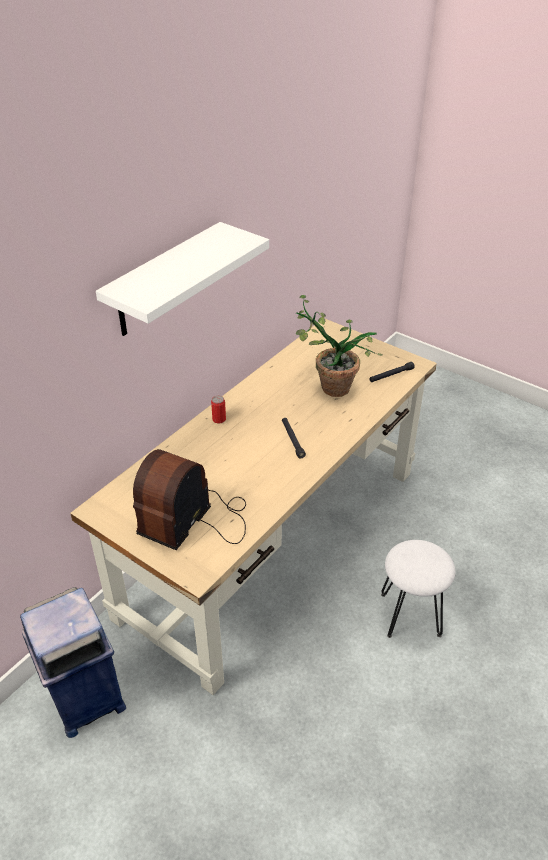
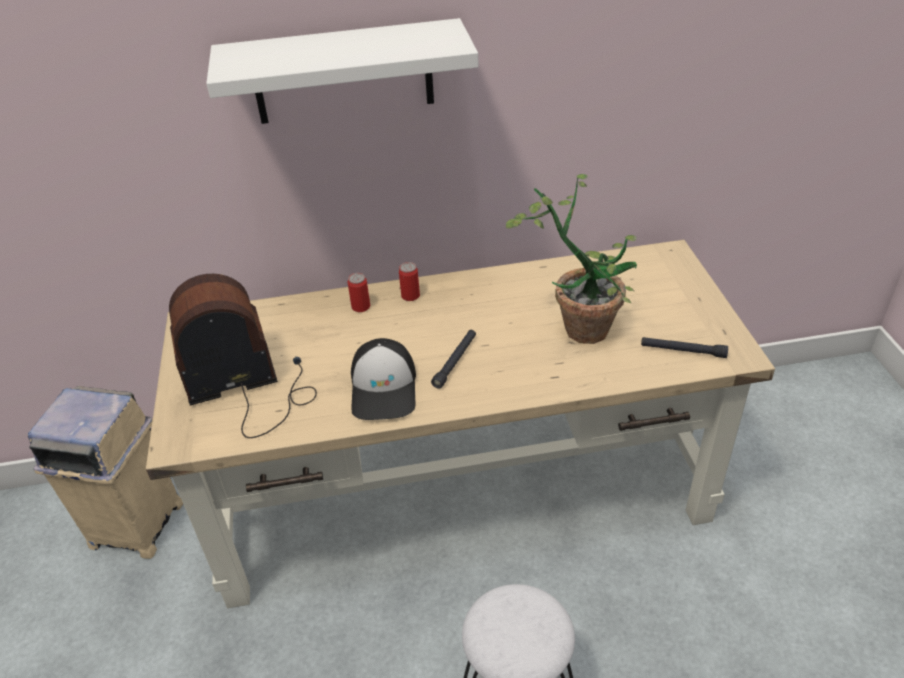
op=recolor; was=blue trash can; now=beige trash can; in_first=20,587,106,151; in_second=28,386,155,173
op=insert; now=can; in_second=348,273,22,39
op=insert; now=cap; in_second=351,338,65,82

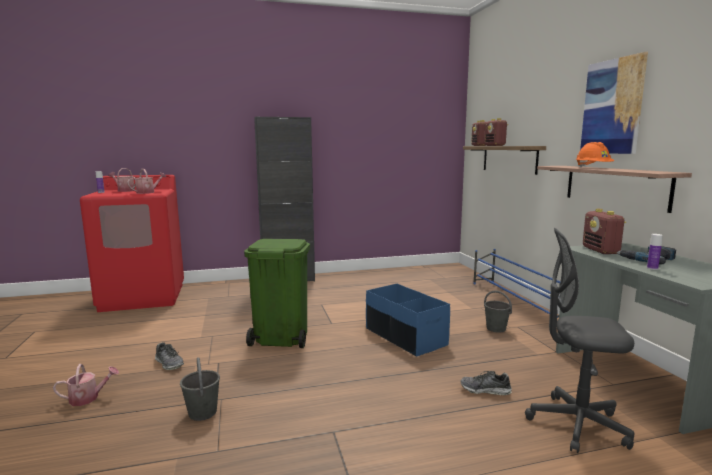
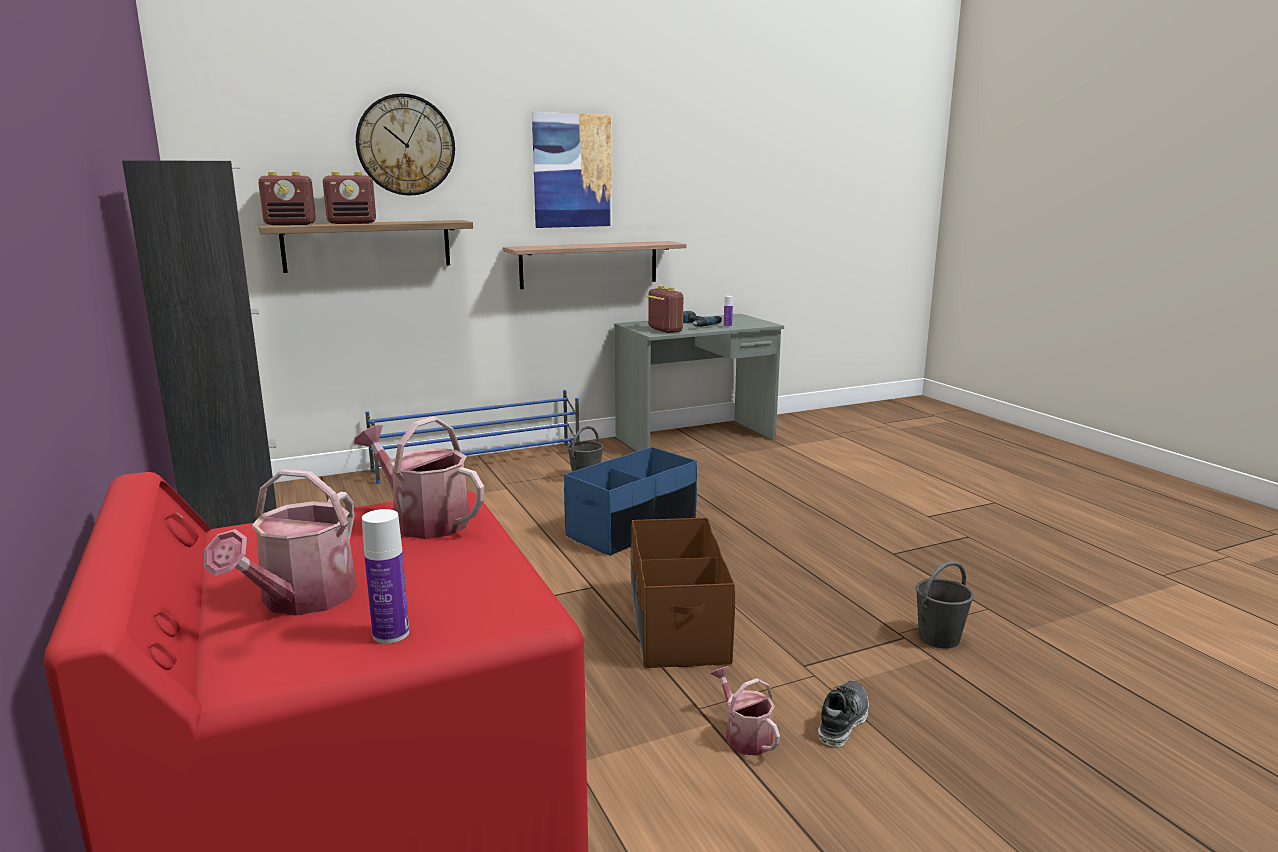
op=delete; was=orange hard hat; in_first=576,142,39,25
op=rotate; was=radio; in_first=583,209,43,45; in_second=646,286,37,47; clockwise=-105
op=delete; was=grey office chair; in_first=525,228,109,225
op=replace; was=green trash can; now=brown storage box; in_first=244,239,66,109; in_second=631,518,104,150
op=move; was=watering can; in_first=53,364,66,42; in_second=711,666,69,90
op=delete; was=shoe; in_first=460,371,52,24
op=insert; now=wall clock; in_second=356,94,99,102

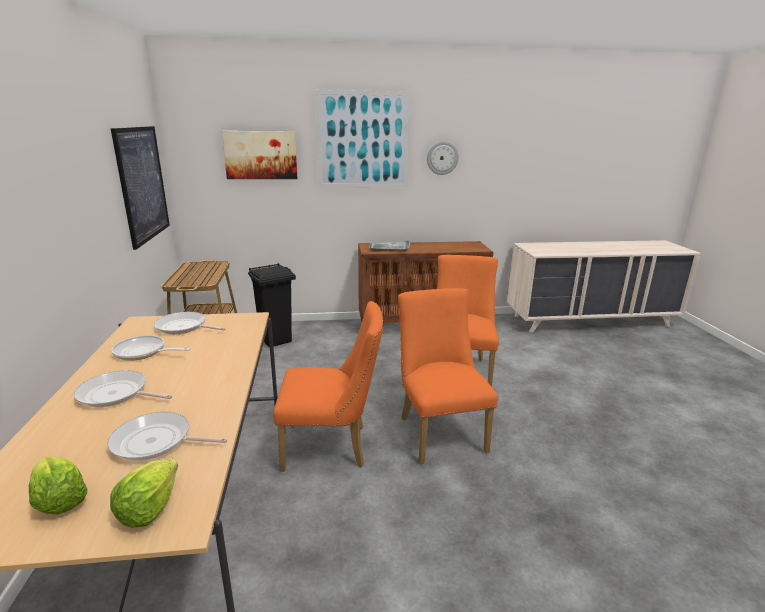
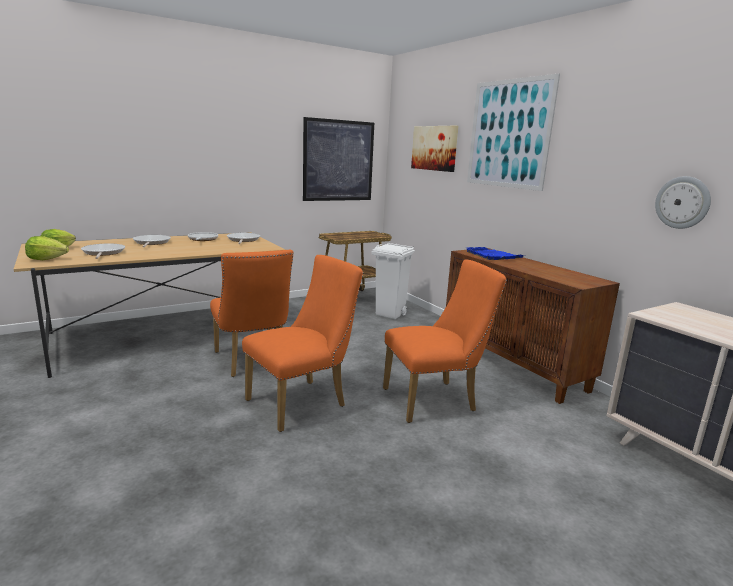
op=move; was=wall clock; in_first=427,141,32,34; in_second=655,176,56,53
op=recolor; was=grey tray; now=blue tray; in_first=369,240,41,12; in_second=466,247,58,13
op=recolor; was=black trash can; now=white trash can; in_first=248,263,48,85; in_second=372,243,43,76

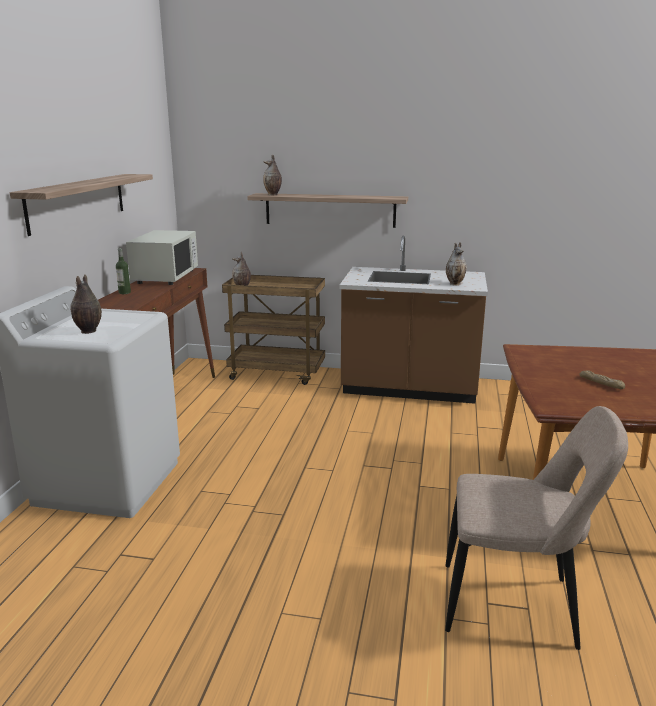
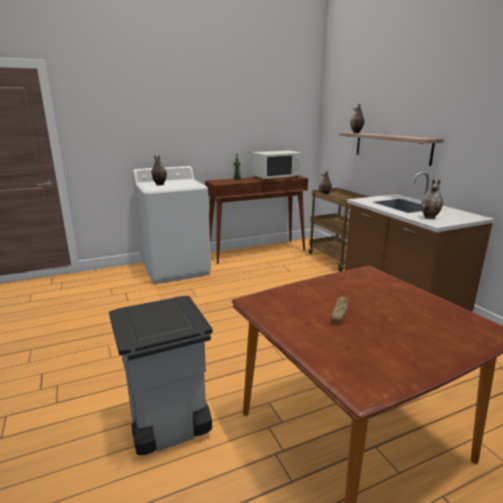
op=delete; was=shelf; in_first=10,174,143,62
op=replace; was=beige chair; now=grey trash can; in_first=445,406,183,244; in_second=109,296,103,159

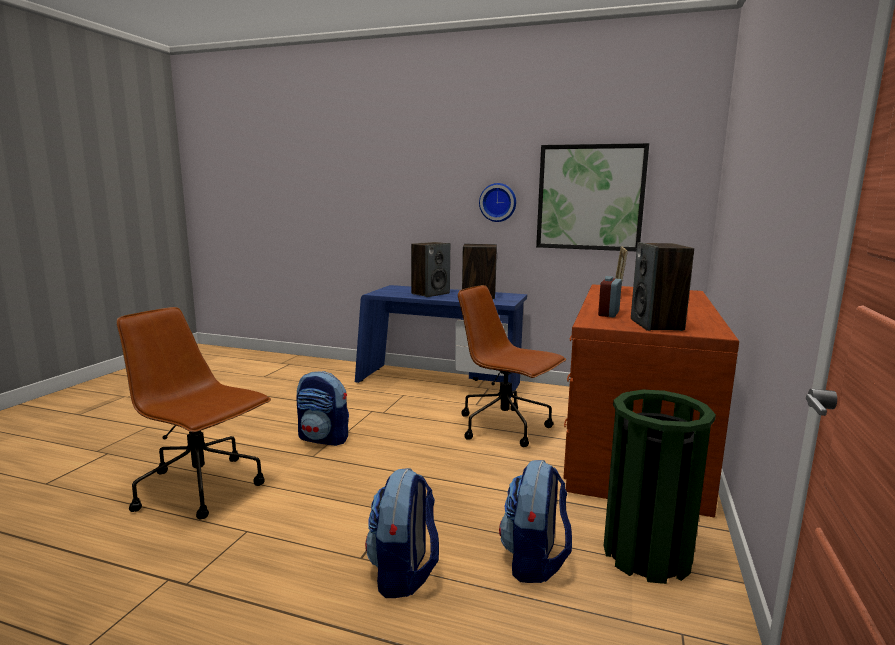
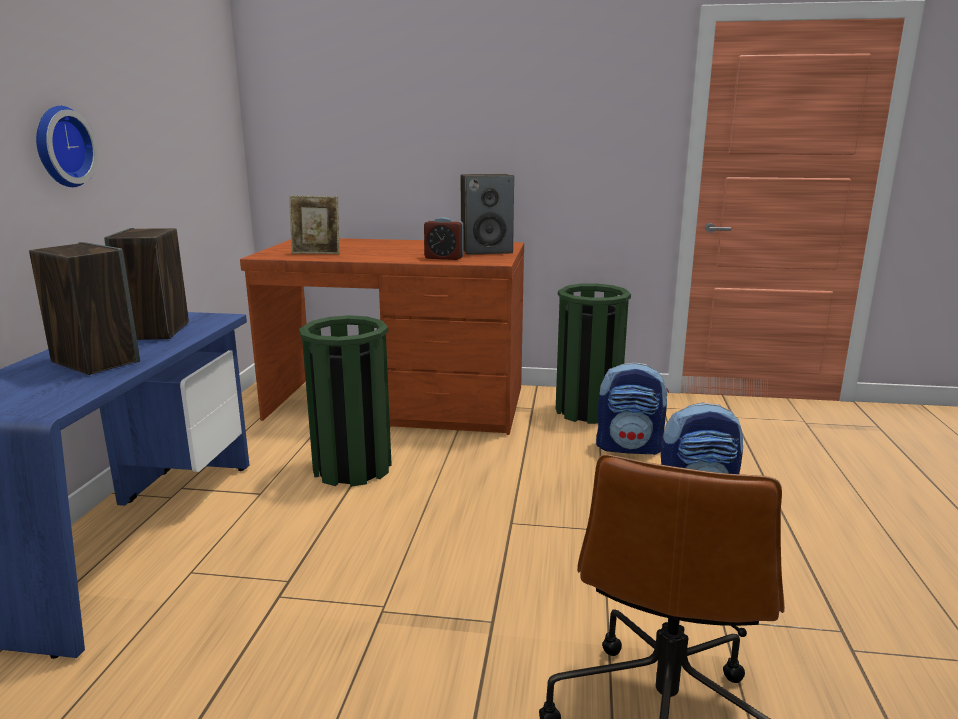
op=delete; was=picture; in_first=536,143,113,108
op=replace; was=brown office chair; now=green trash can; in_first=458,285,108,162; in_second=299,315,93,172
op=delete; was=backpack; in_first=296,371,53,75

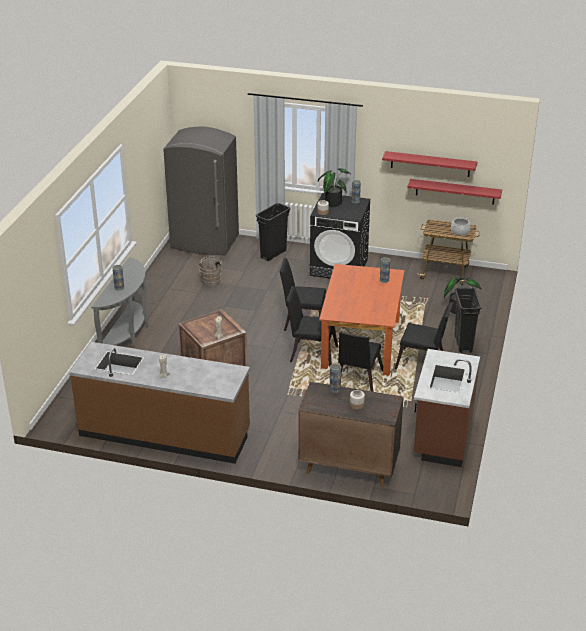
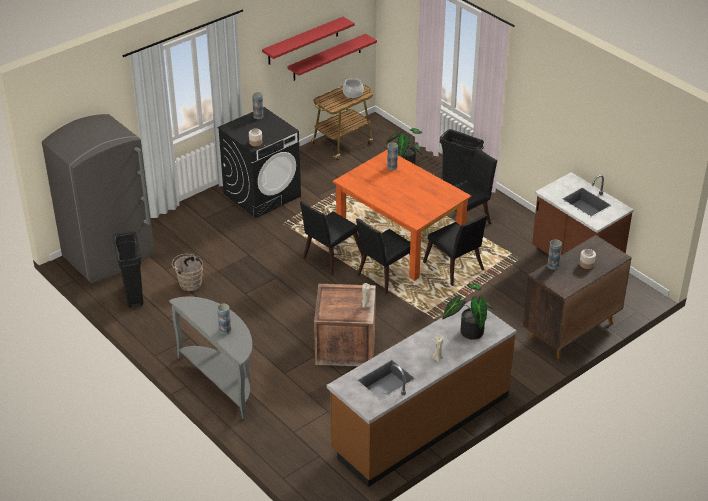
op=move; was=potted plant; in_first=318,168,33,39; in_second=443,284,51,56
op=move; was=black trash can; in_first=256,203,34,58; in_second=112,231,31,77

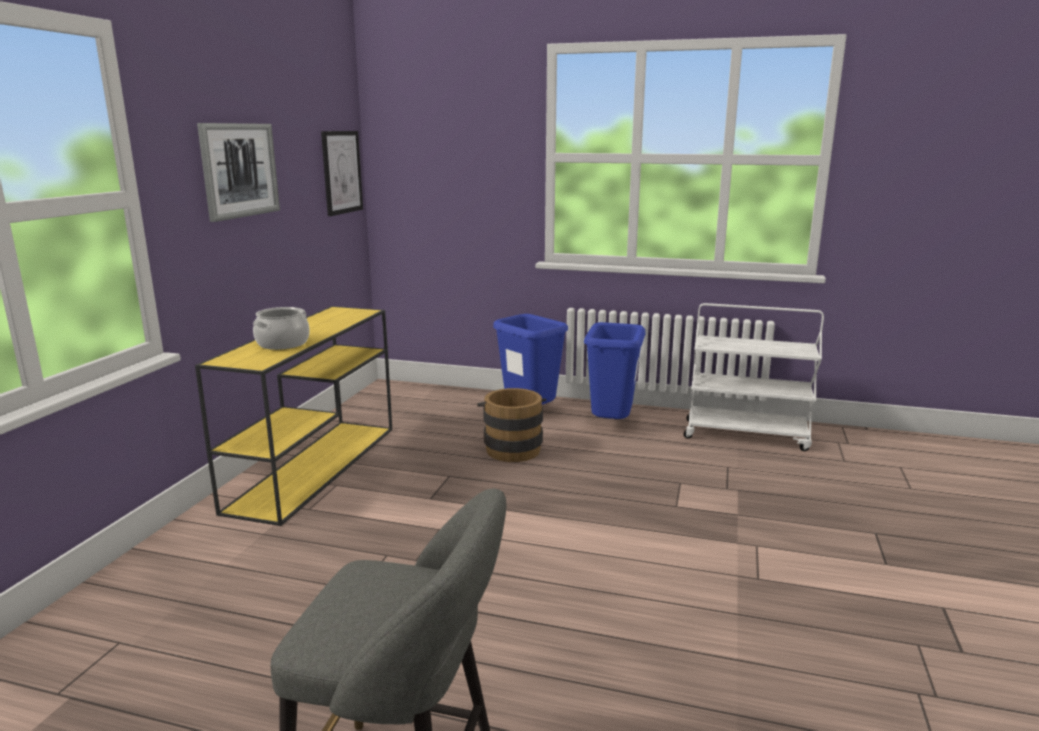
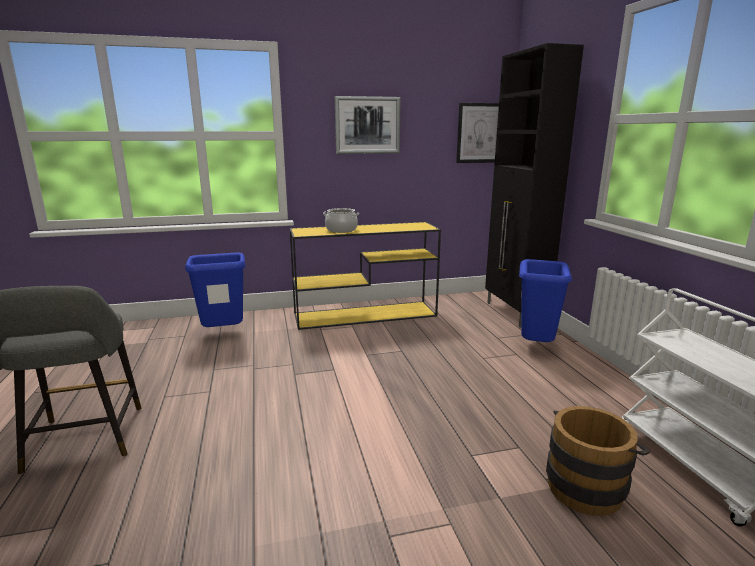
op=move; was=blue trash can; in_first=584,322,62,97; in_second=185,252,60,75
op=move; was=brown bucket; in_first=477,388,70,74; in_second=546,406,104,110
op=insert; now=black cabinet; in_second=485,43,99,285

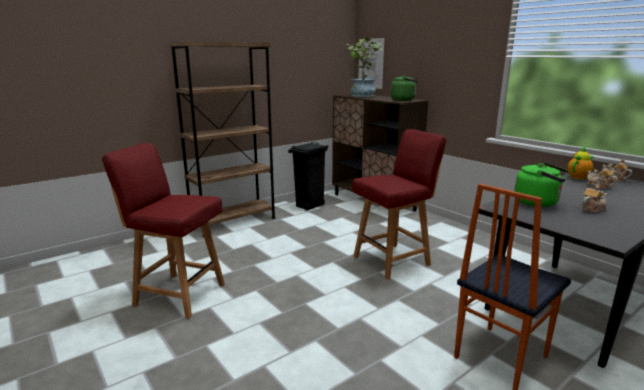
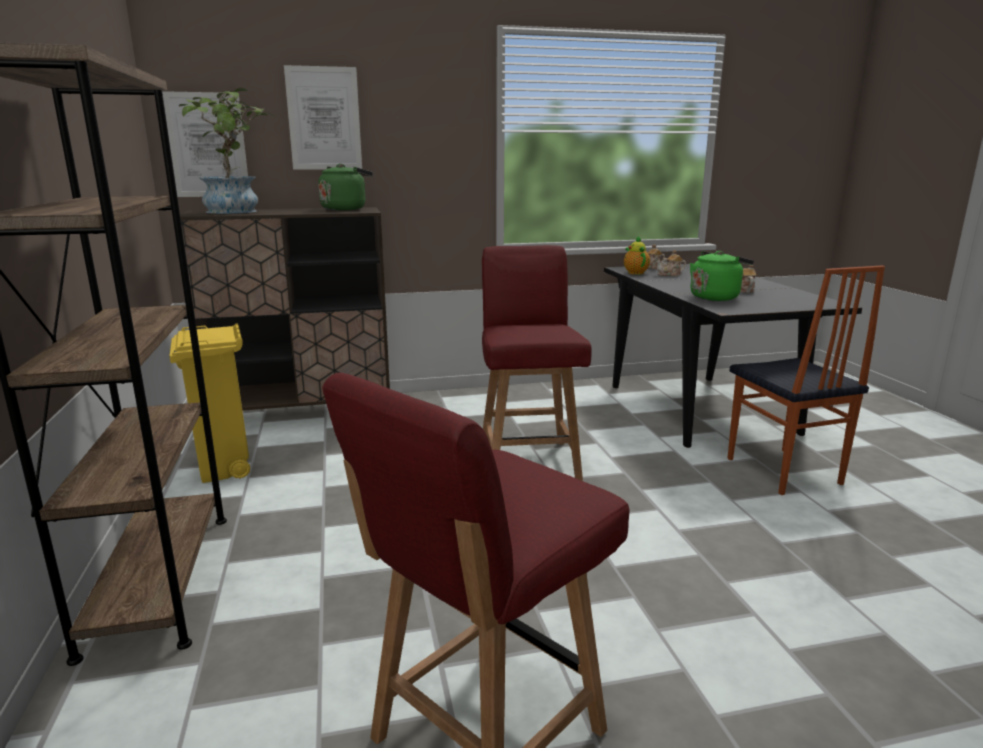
op=recolor; was=black trash can; now=yellow trash can; in_first=288,142,40,69; in_second=169,323,81,160
op=insert; now=picture; in_second=284,65,78,105

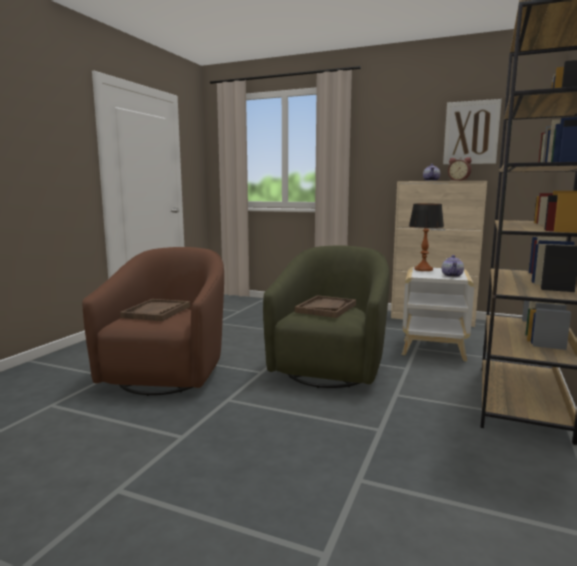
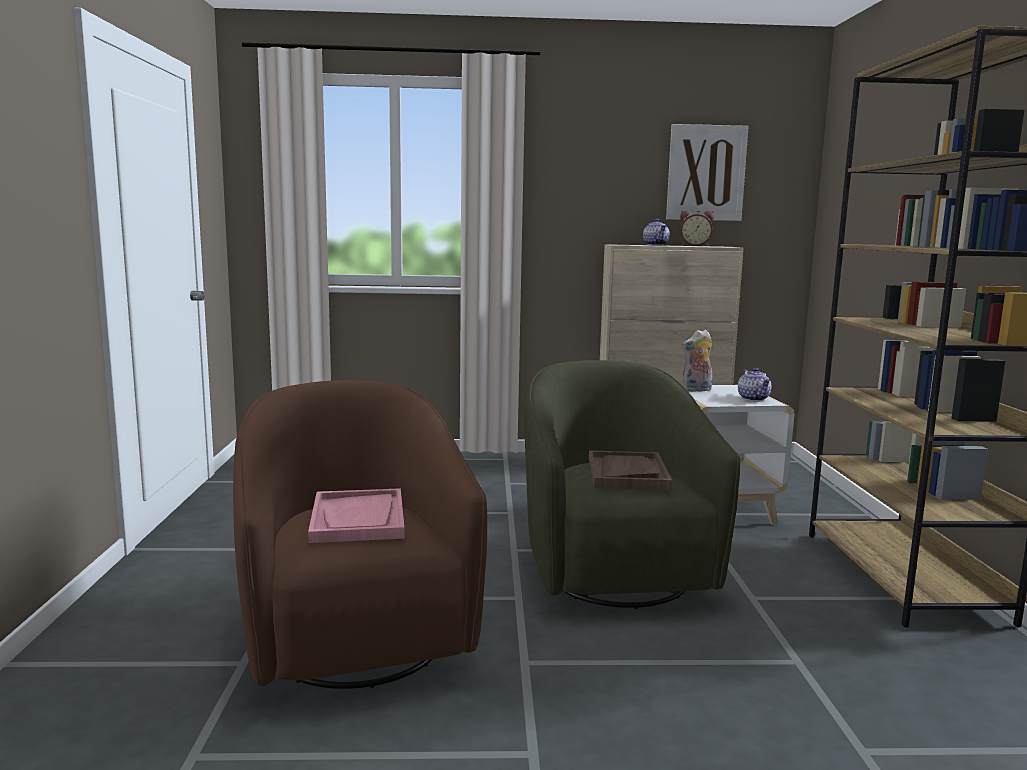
op=replace; was=table lamp; now=plush toy; in_first=409,203,35,68; in_second=682,329,30,63
op=recolor; was=brown tray; now=pink tray; in_first=120,299,70,22; in_second=308,488,97,55

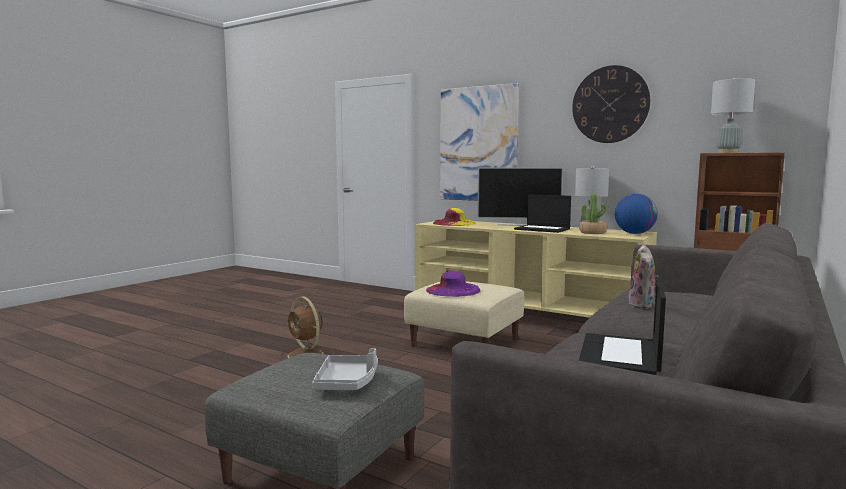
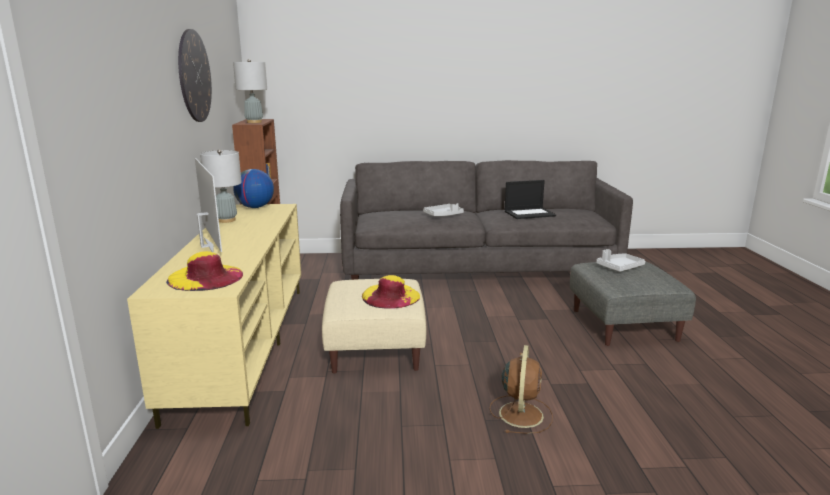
op=delete; was=picture; in_first=440,83,79,118
op=delete; was=potted plant; in_first=580,193,27,41
op=delete; was=laptop; in_first=514,195,57,38
op=replace; was=plush toy; now=grey tray; in_first=629,245,29,64; in_second=423,203,41,13
op=recolor; was=purple hat; now=yellow hat; in_first=426,271,54,26; in_second=362,275,58,34

